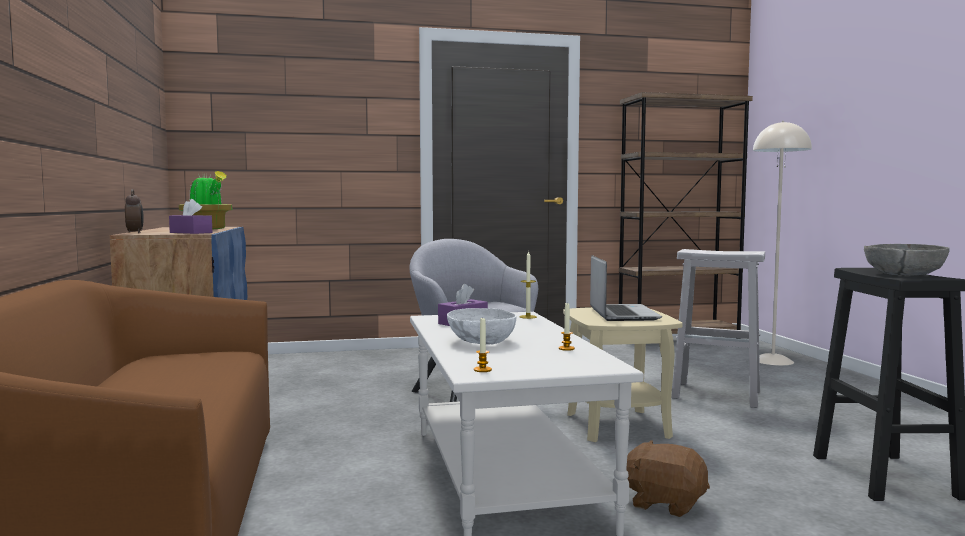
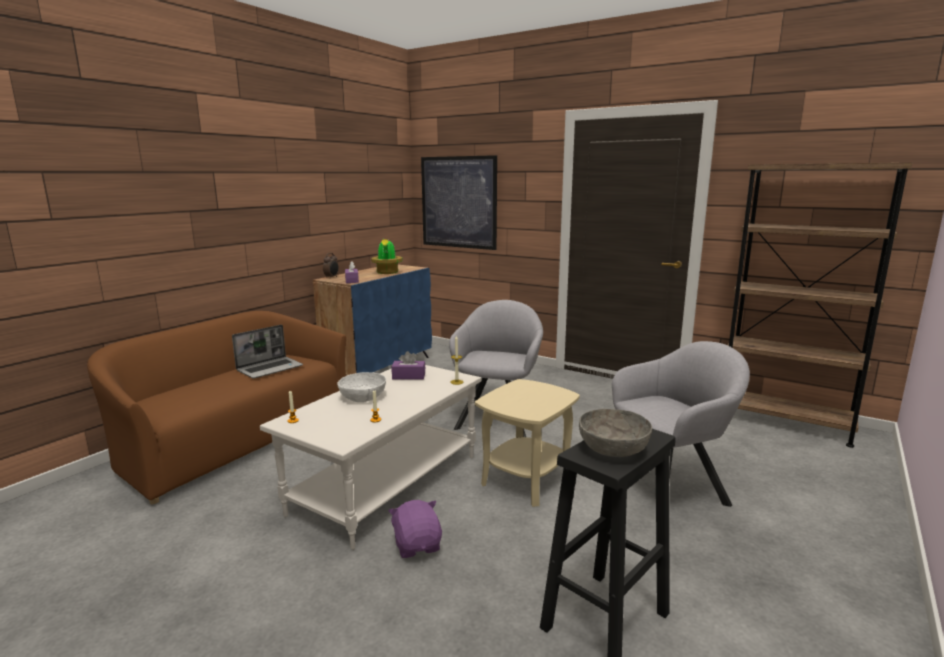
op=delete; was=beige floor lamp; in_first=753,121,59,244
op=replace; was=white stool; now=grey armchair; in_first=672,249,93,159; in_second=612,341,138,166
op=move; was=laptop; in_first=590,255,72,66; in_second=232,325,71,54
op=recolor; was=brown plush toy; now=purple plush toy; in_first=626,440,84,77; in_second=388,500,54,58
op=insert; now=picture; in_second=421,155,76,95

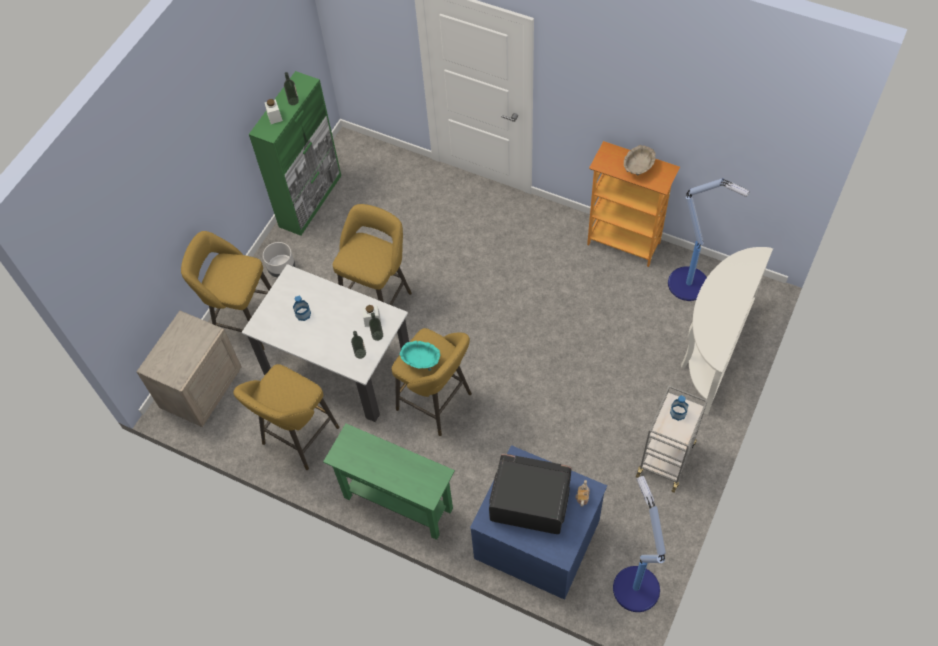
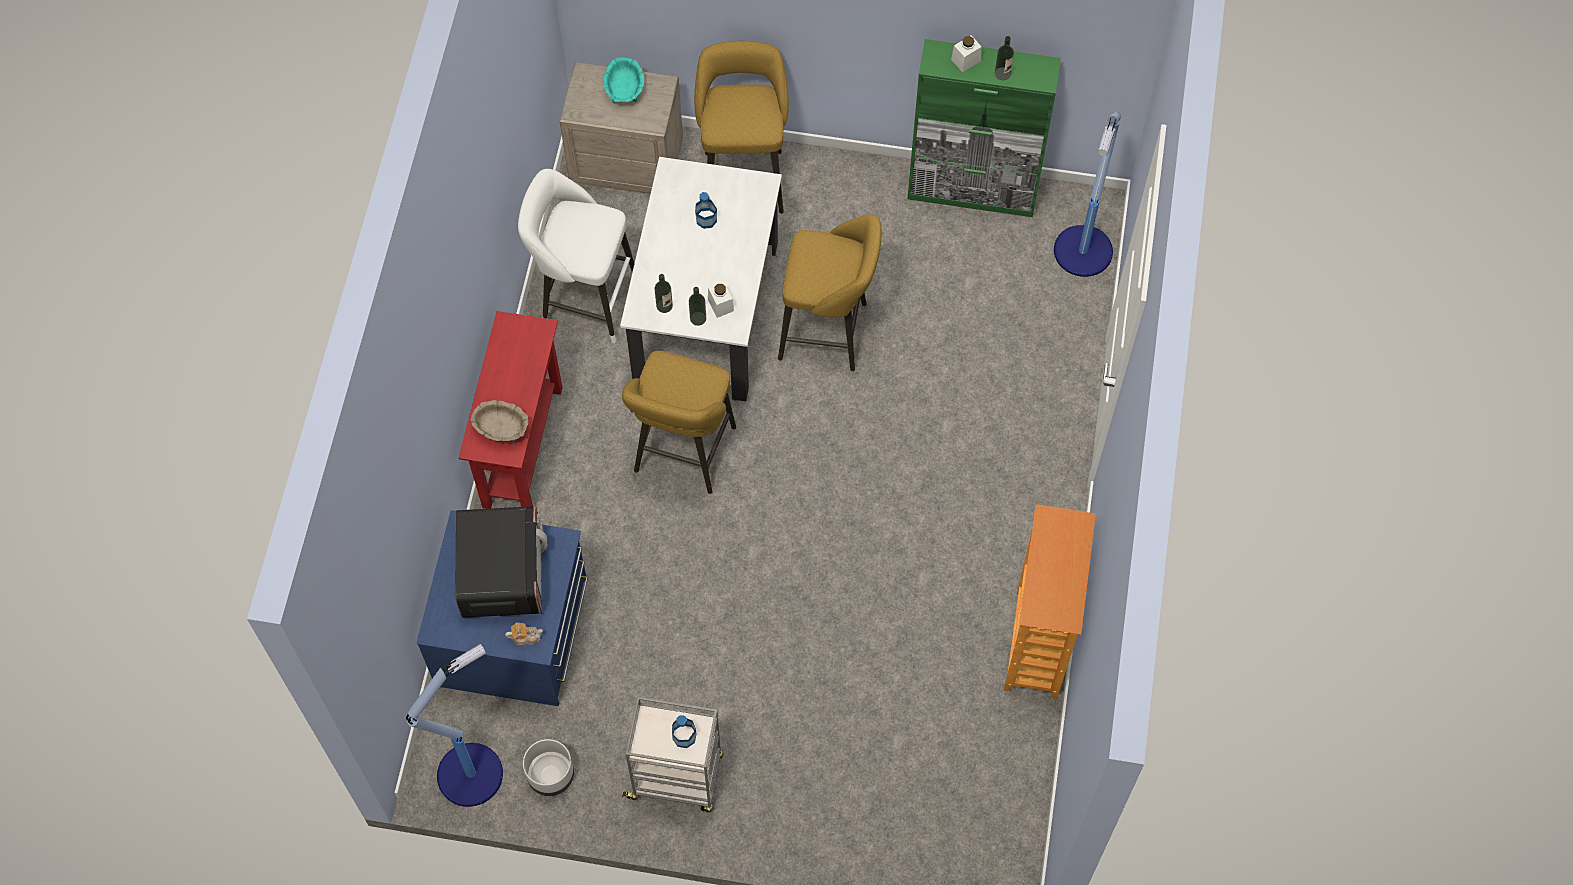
op=move; was=beige bowl; in_first=624,145,31,30; in_second=470,400,59,44
op=move; was=floor lamp; in_first=668,178,82,123; in_second=1054,112,67,165
op=move; was=grey planter; in_first=263,242,32,36; in_second=523,739,51,57
op=delete; was=white console table; in_first=681,247,92,167
op=move; was=turquoise bowl; in_first=400,341,40,30; in_second=603,58,41,46
op=recolor; was=yellow stool; now=white stool; in_first=233,364,106,106; in_second=518,169,117,174
op=recolor; was=green console table; now=red console table; in_first=323,423,132,117; in_second=459,311,104,198

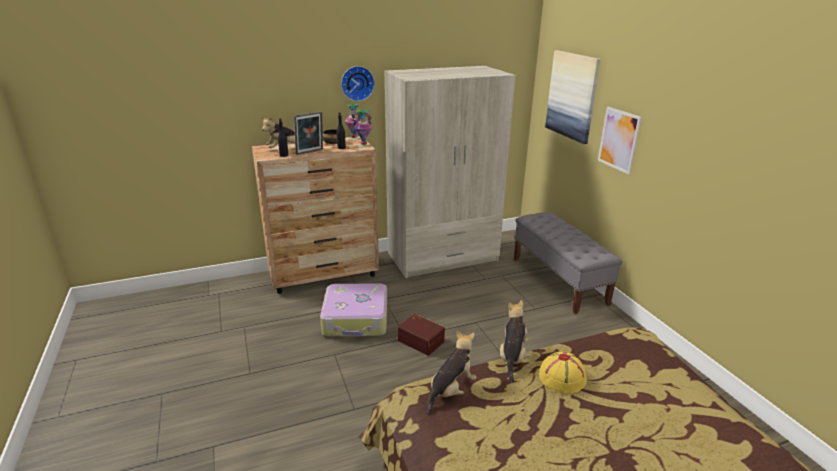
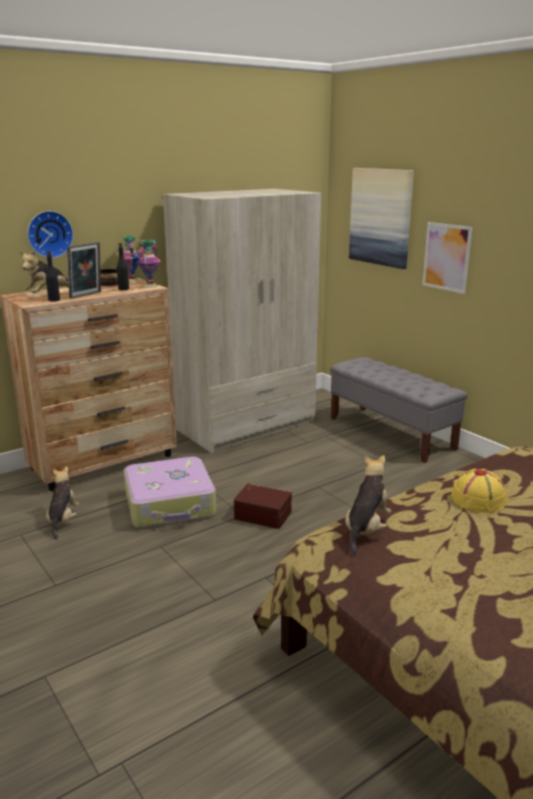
op=move; was=wall clock; in_first=341,66,34,35; in_second=27,211,46,47
op=move; was=plush toy; in_first=500,300,31,82; in_second=46,466,33,74

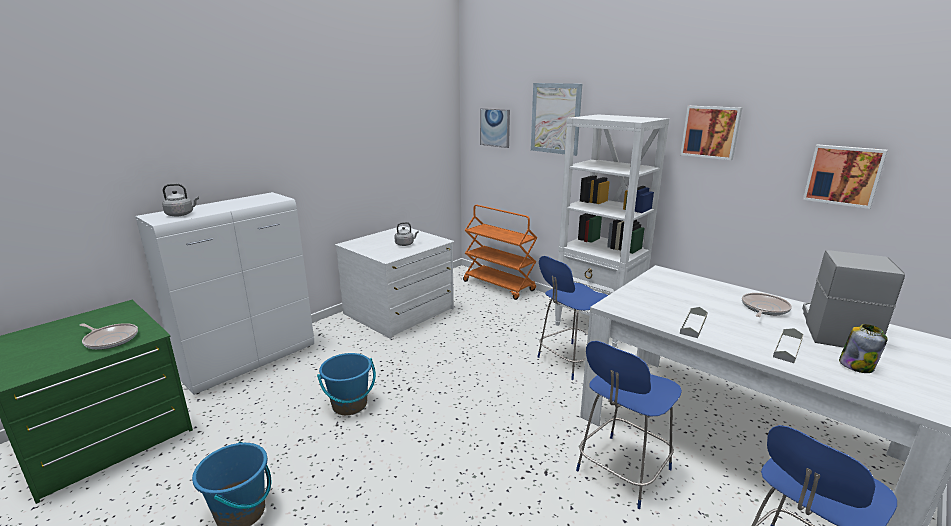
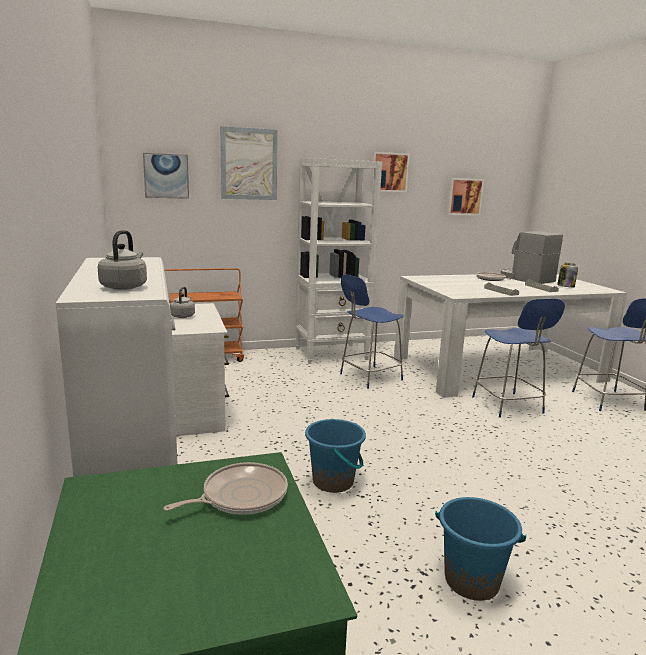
op=rotate; was=blue chair; in_first=538,256,70,124; in_second=340,274,64,115; clockwise=60

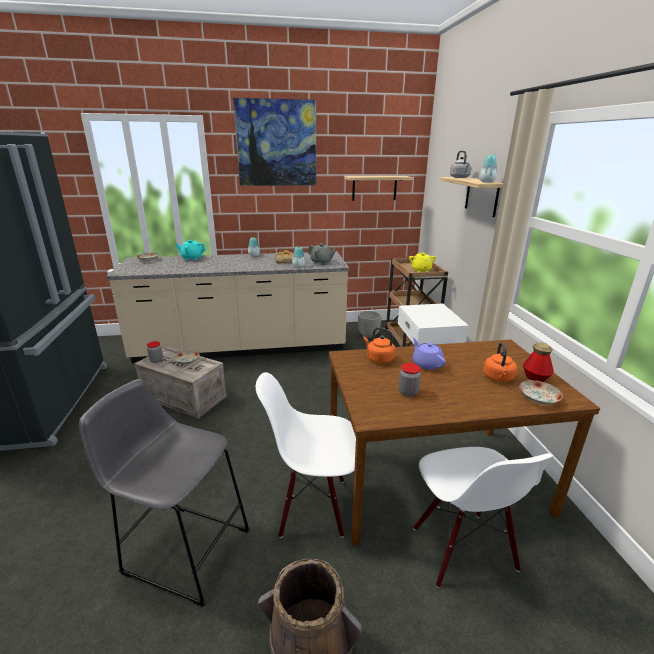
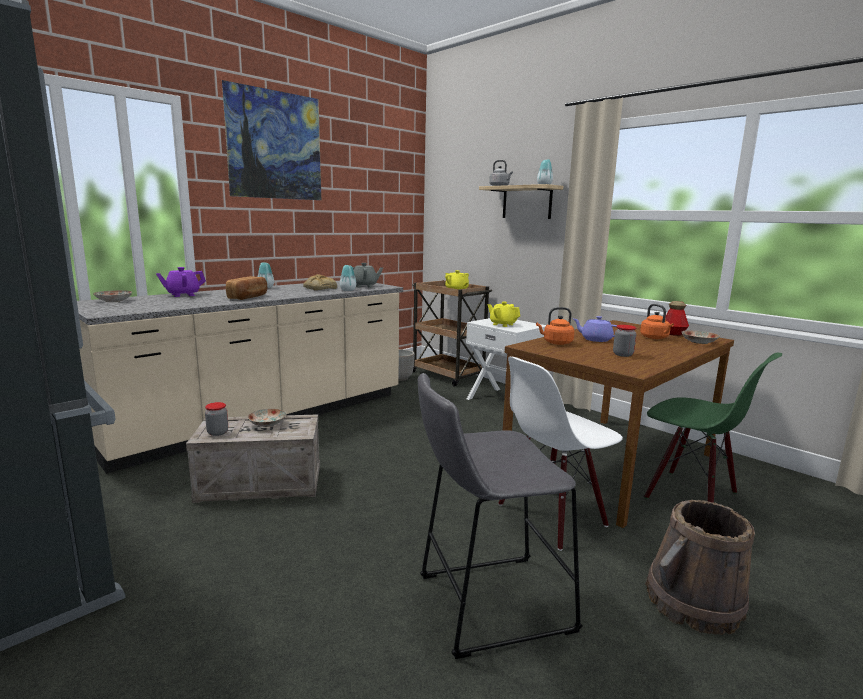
op=delete; was=shelf; in_first=344,176,69,25
op=recolor; was=turquoise teapot; now=purple teapot; in_first=175,240,31,20; in_second=156,267,50,30
op=recolor; was=white chair; now=green chair; in_first=413,447,141,141; in_second=644,353,138,149
op=insert; now=bread; in_second=226,276,41,24
op=insert; now=yellow teapot; in_second=487,302,33,25

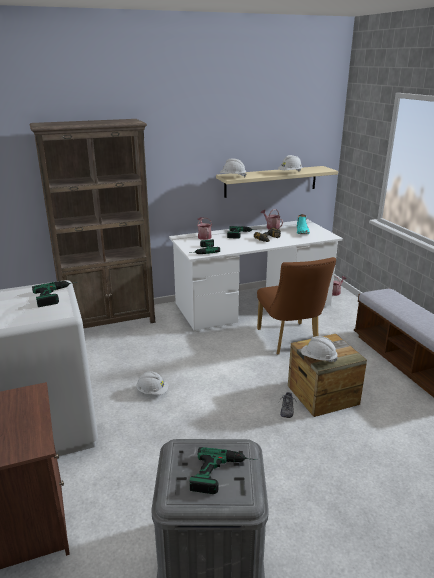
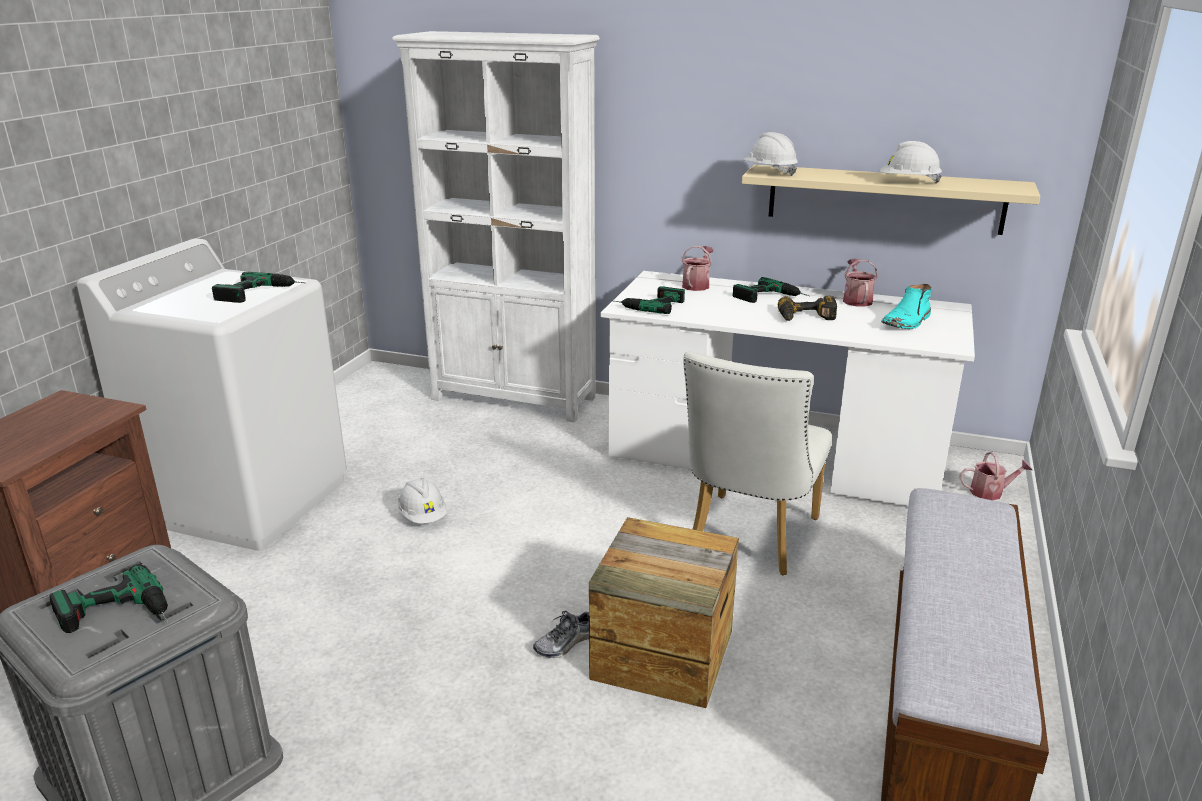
op=recolor; was=brown bookcase; now=white bookcase; in_first=30,119,125,209; in_second=392,31,208,391
op=recolor; was=brown chair; now=white chair; in_first=257,257,79,97; in_second=683,351,149,224
op=delete; was=white hard hat; in_first=301,336,37,26

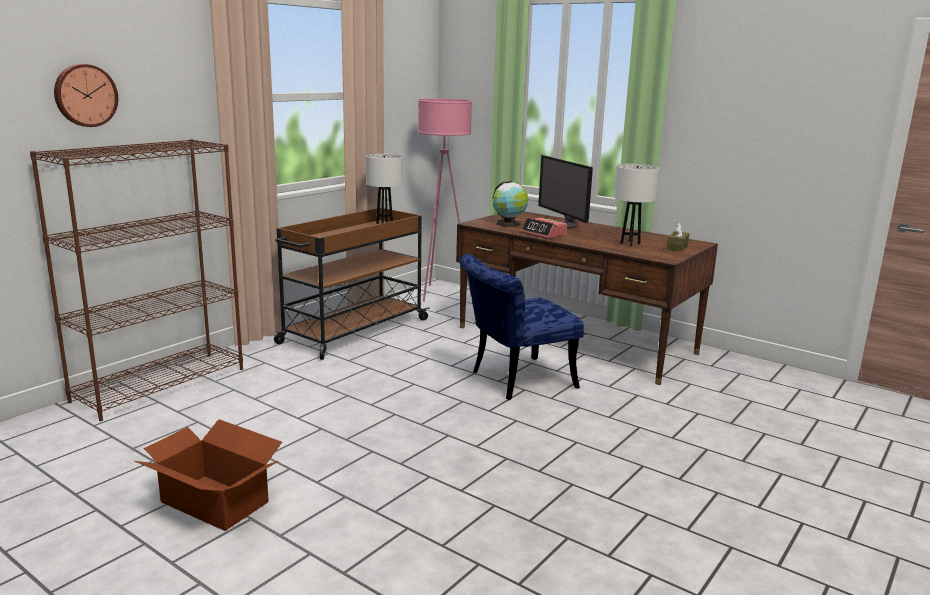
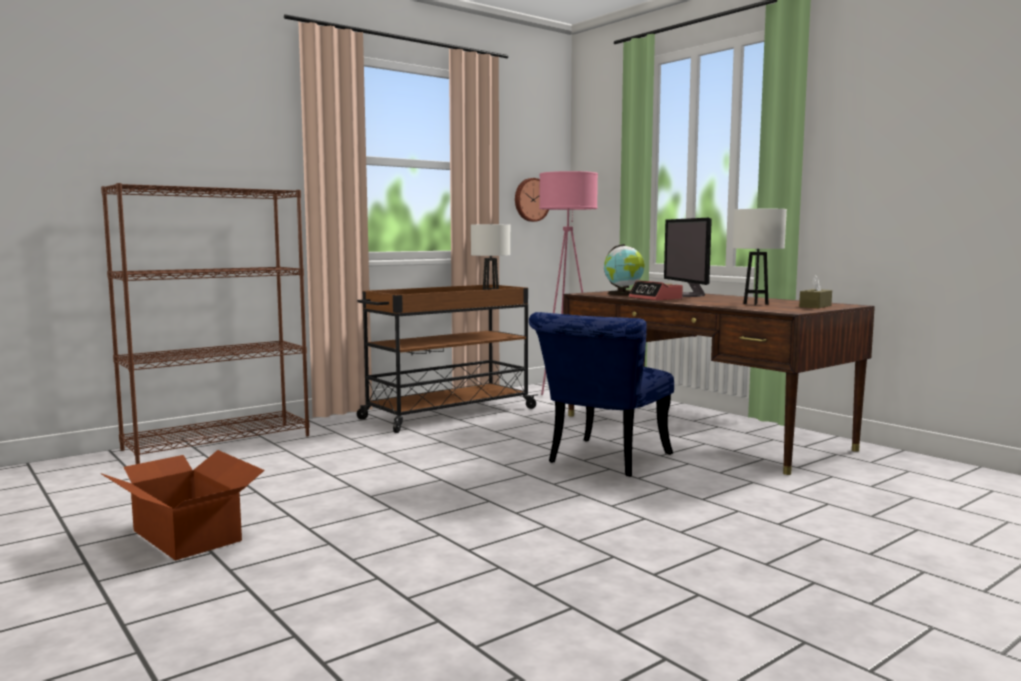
op=move; was=wall clock; in_first=54,64,64,63; in_second=515,178,34,44
op=rotate; was=blue chair; in_first=460,254,124,146; in_second=529,312,145,165; clockwise=-45

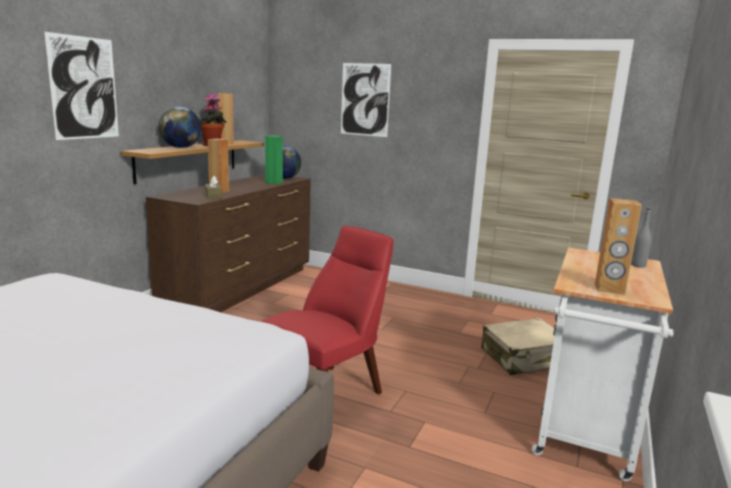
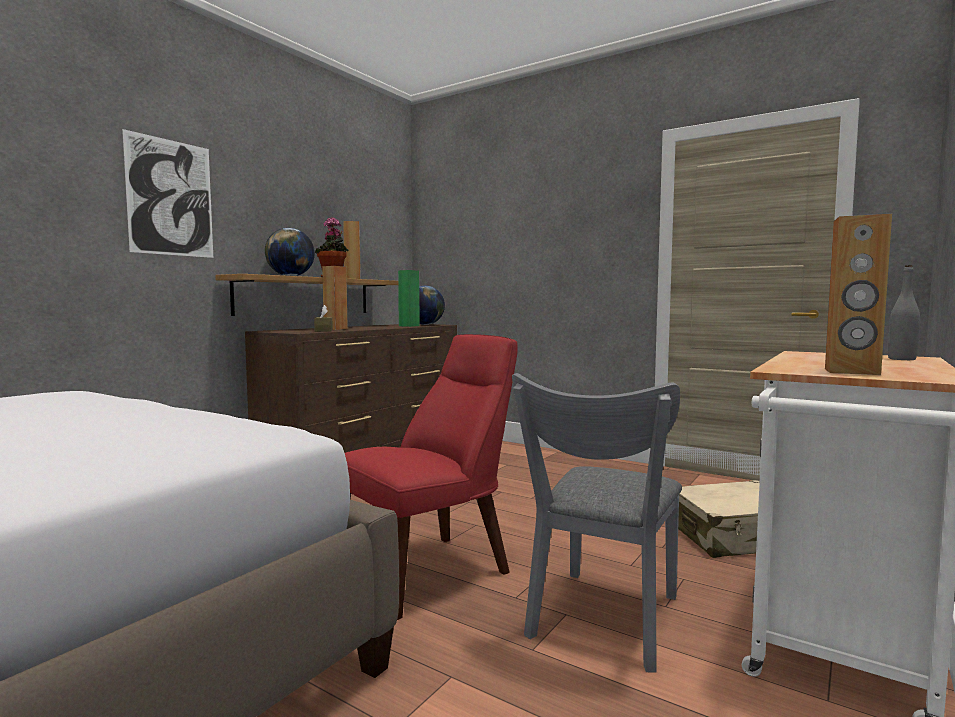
op=delete; was=picture; in_first=341,63,50,74
op=insert; now=grey chair; in_second=512,373,170,300

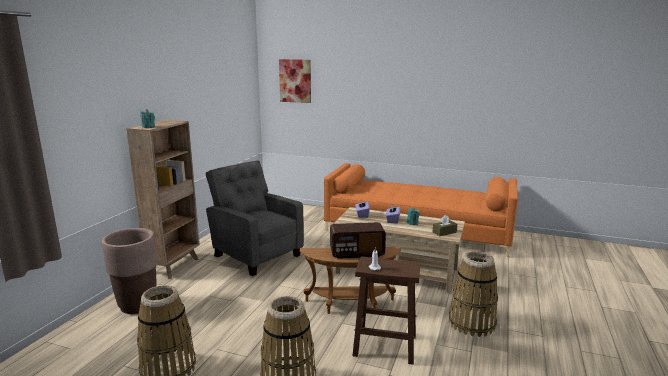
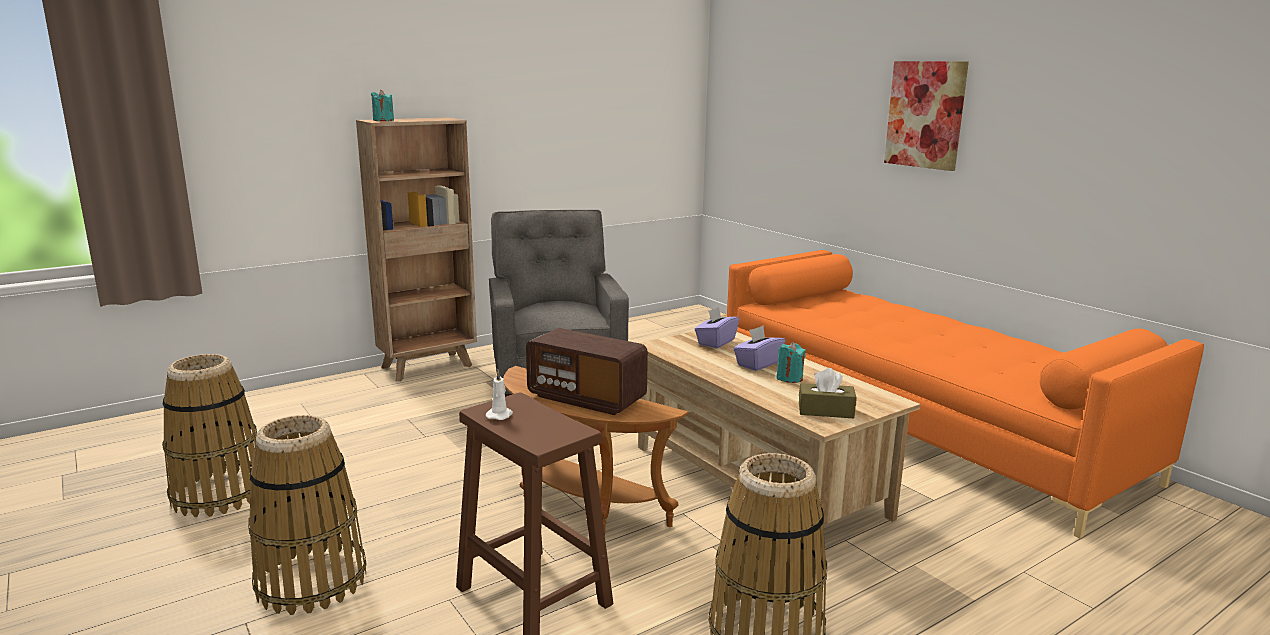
op=move; was=picture; in_first=279,59,32,44; in_second=884,61,85,110
op=delete; was=brown planter; in_first=102,228,55,86

